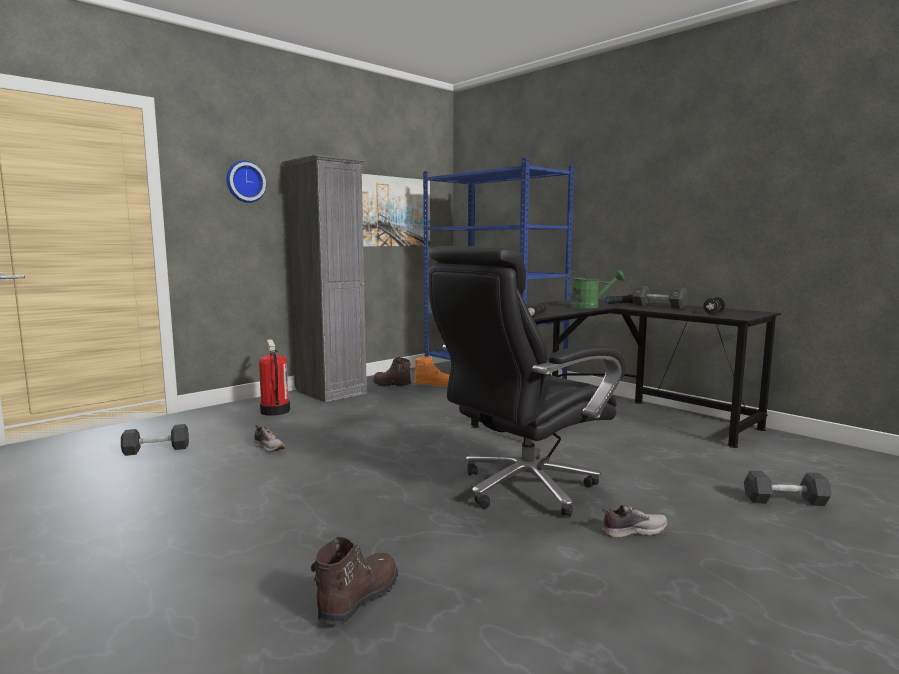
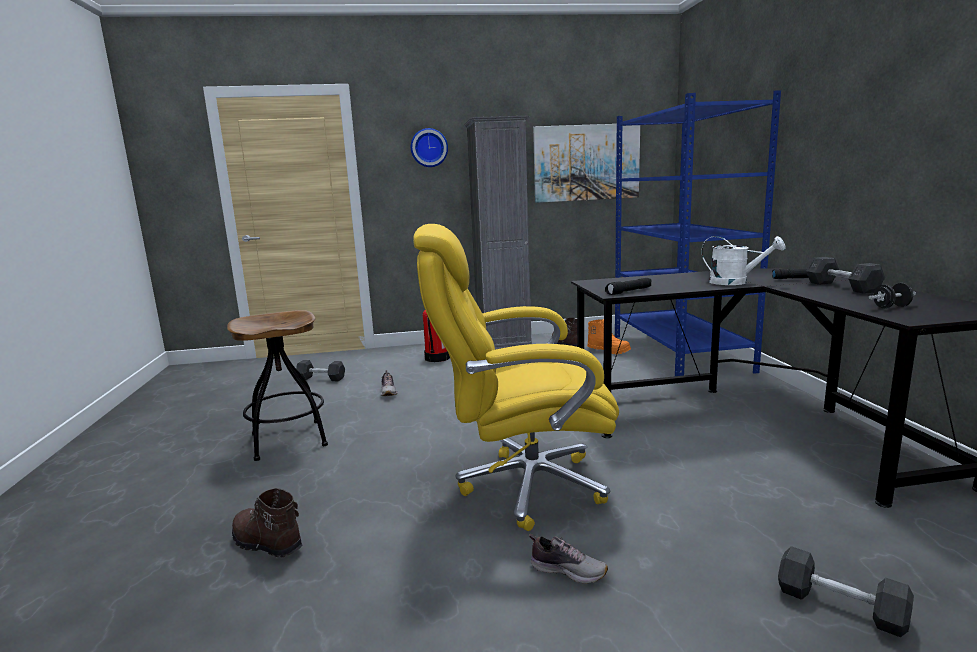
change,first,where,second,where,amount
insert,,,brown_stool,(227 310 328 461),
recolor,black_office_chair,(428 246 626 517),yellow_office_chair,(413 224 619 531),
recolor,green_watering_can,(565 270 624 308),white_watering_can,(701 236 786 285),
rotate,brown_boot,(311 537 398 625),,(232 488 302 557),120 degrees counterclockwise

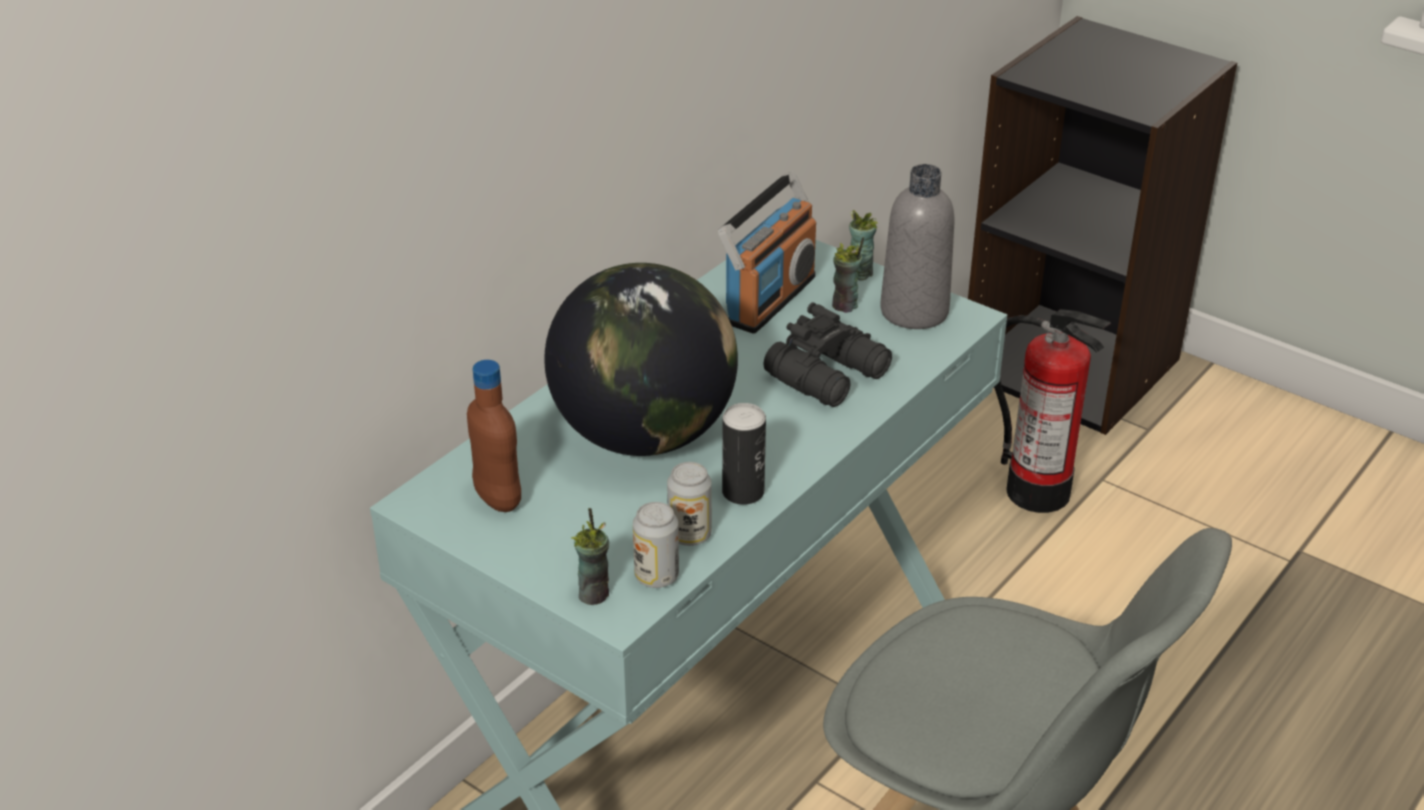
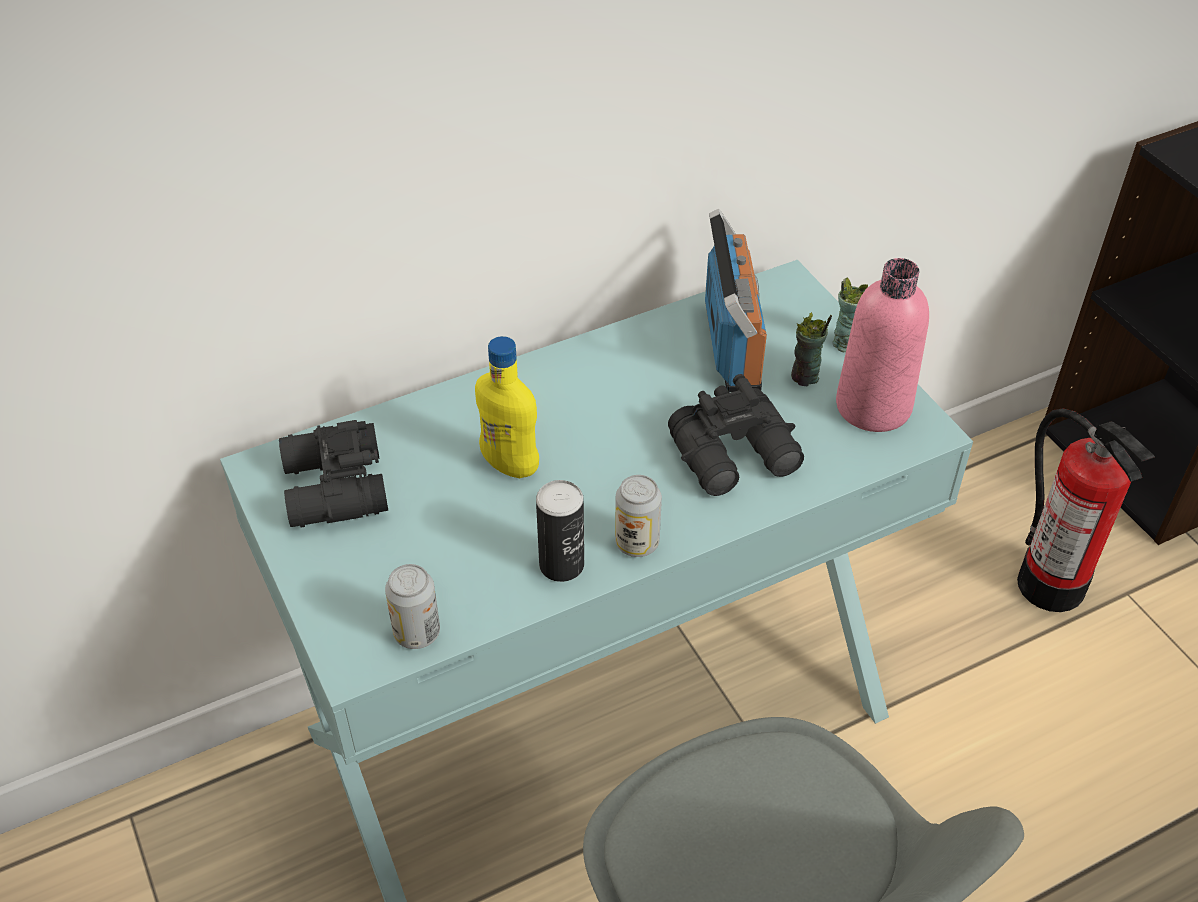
change,first,where,second,where,amount
delete,cup,(571 508 609 605),,,
move,can,(667 462 712 546),,(615 475 662 557),
replace,brown_bottle,(467 360 521 512),black_binoculars,(279 420 388 527),
replace,globe,(544 263 738 456),yellow_bottle,(475 336 539 478),
recolor,grey_bottle,(880 164 955 329),pink_bottle,(836 258 929 432),
rotate,radio,(718 172 816 334),,(705 209 767 392),60 degrees counterclockwise

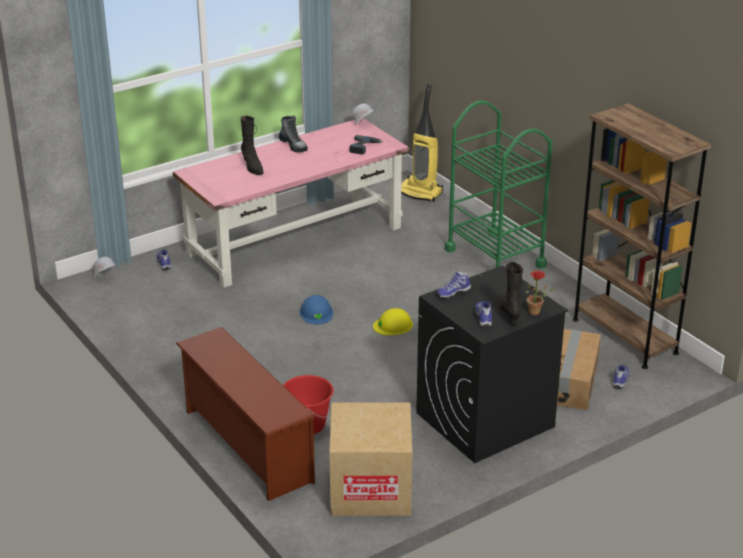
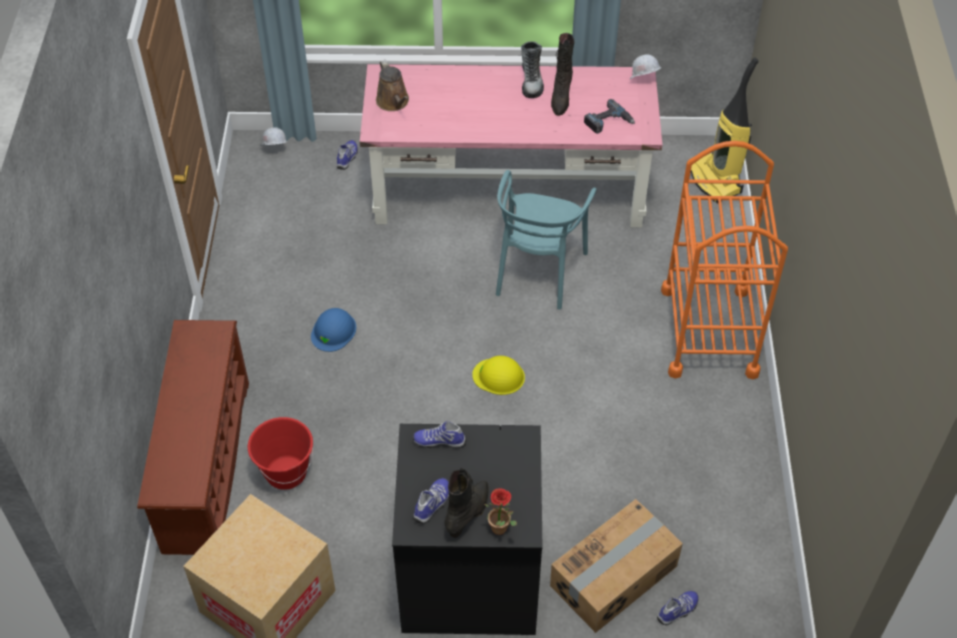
change,first,where,second,where,amount
delete,brown_bookcase,(573 103 711 369),,,
insert,,,brown_watering_can,(376 60 409 111),
insert,,,turquoise_chair,(496 170 597 310),
move,black_boot,(240 116 264 175),,(551 33 575 116),
move,blue_hard_hat,(299 295 333 324),,(311 308 356 352),
recolor,green_cart,(445 100 552 269),orange_cart,(661 141 788 379),

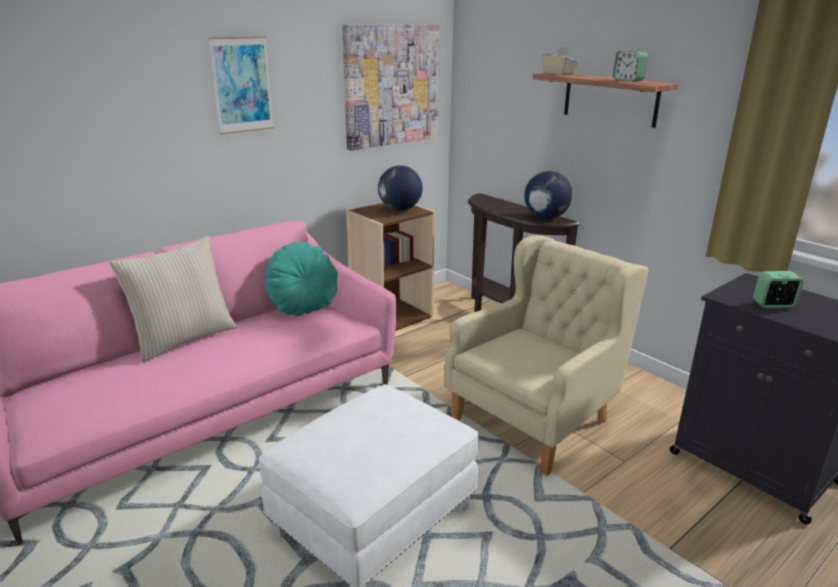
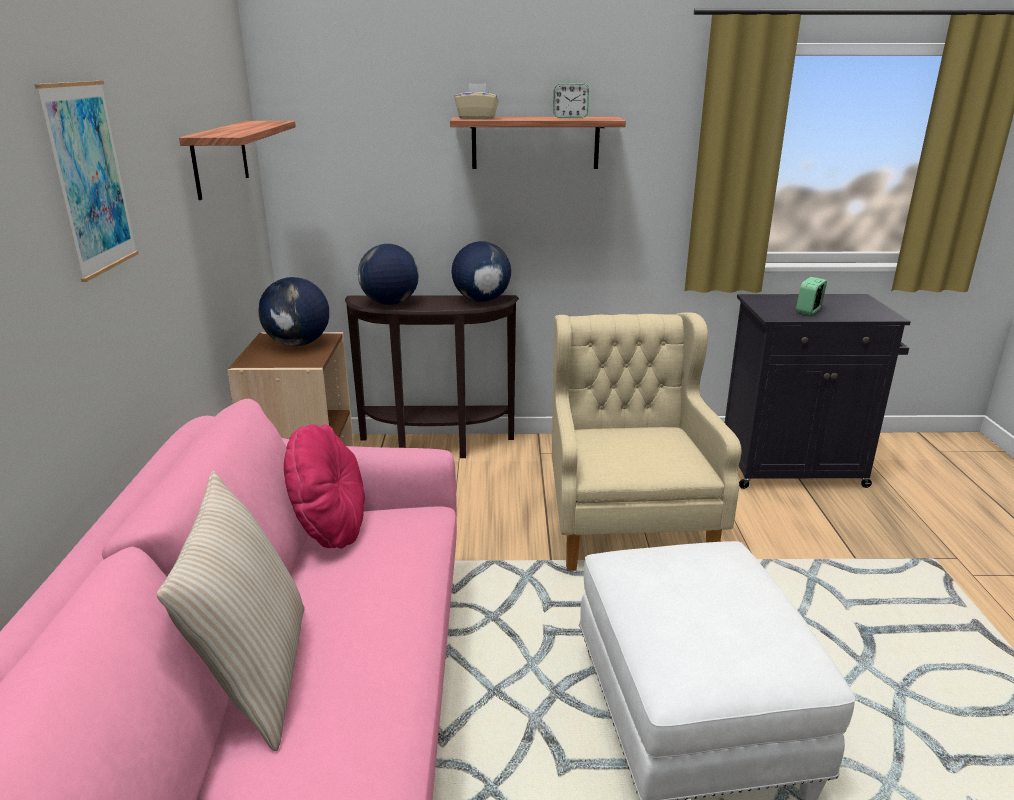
change,first,where,second,where,amount
insert,,,globe,(358 244 419 305),
replace,picture,(342 24 439 150),shelf,(179 121 296 200),
recolor,turquoise_pillow,(265 242 338 316),pink_pillow,(284 424 365 549),

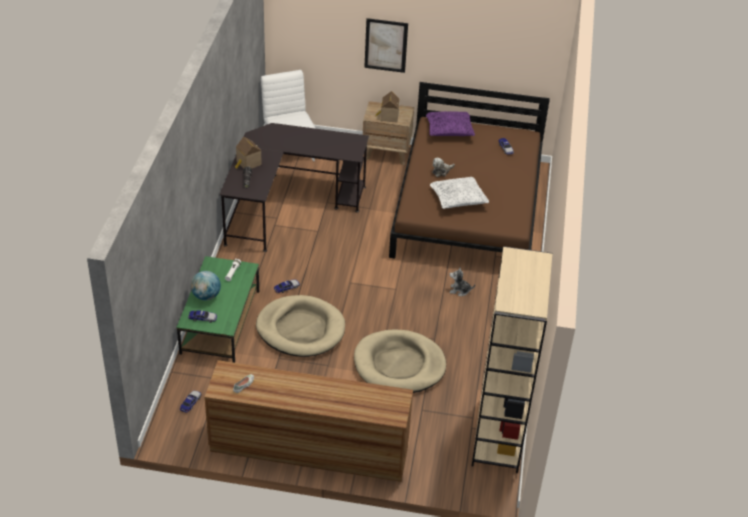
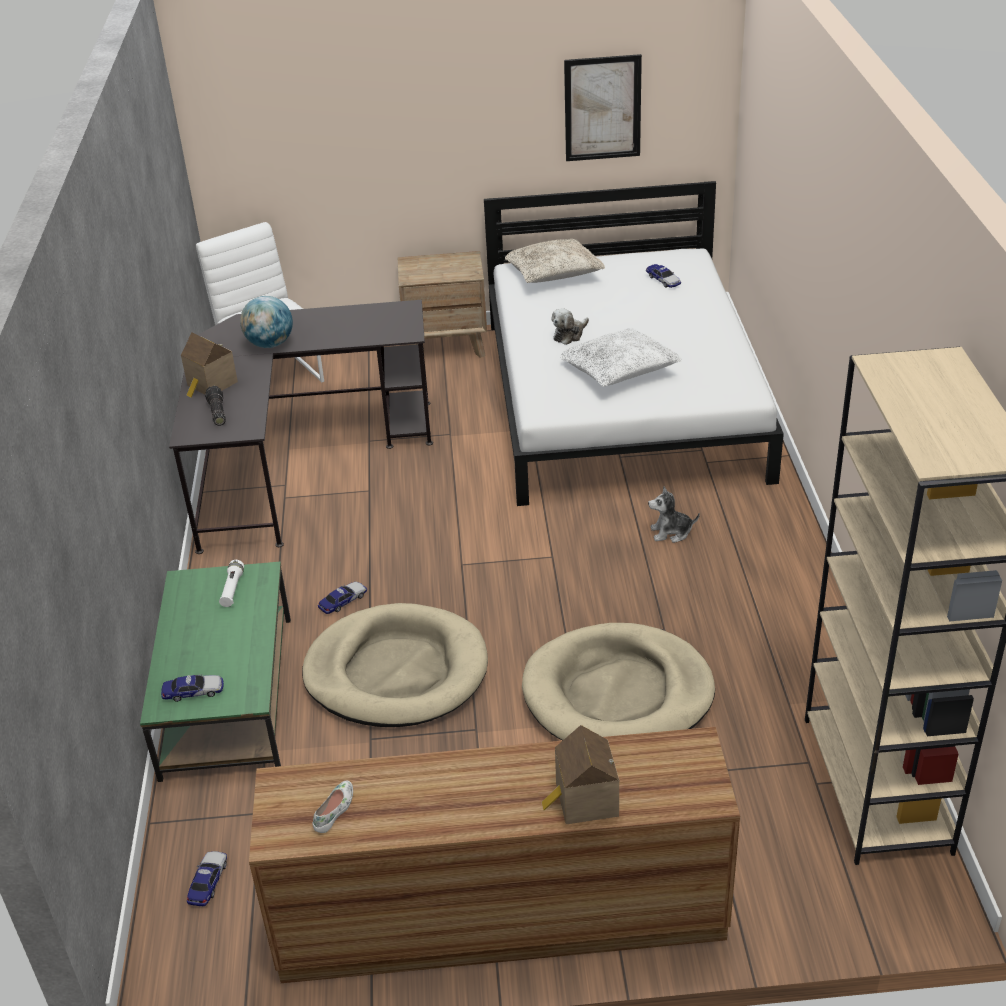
change,first,where,second,where,amount
move,globe,(191 271 221 301),,(240 296 293 348),
move,picture,(364 18 408 73),,(564 54 642 161),
move,toy_house,(375 91 400 122),,(542 725 619 824),
recolor,brown_bed,(389 82 550 259),white_bed,(484 181 784 506),
recolor,purple_pillow,(426 111 475 136),beige_pillow,(505 239 605 283),

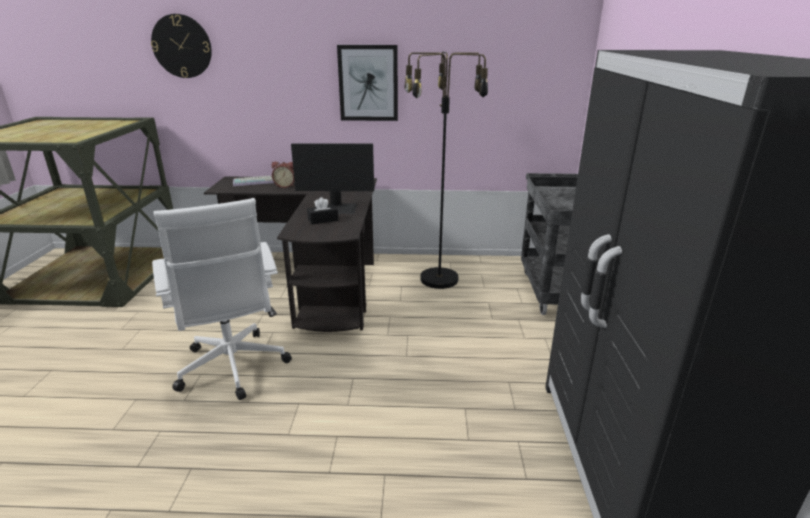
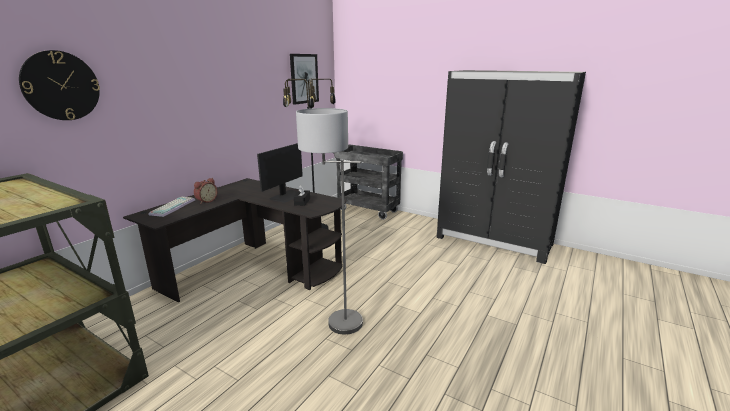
change,first,where,second,where,amount
move,picture,(337 45 398 121),,(290 54 319 105),
replace,white_office_chair,(152 198 292 400),grey_floor_lamp,(296 108 363 334),

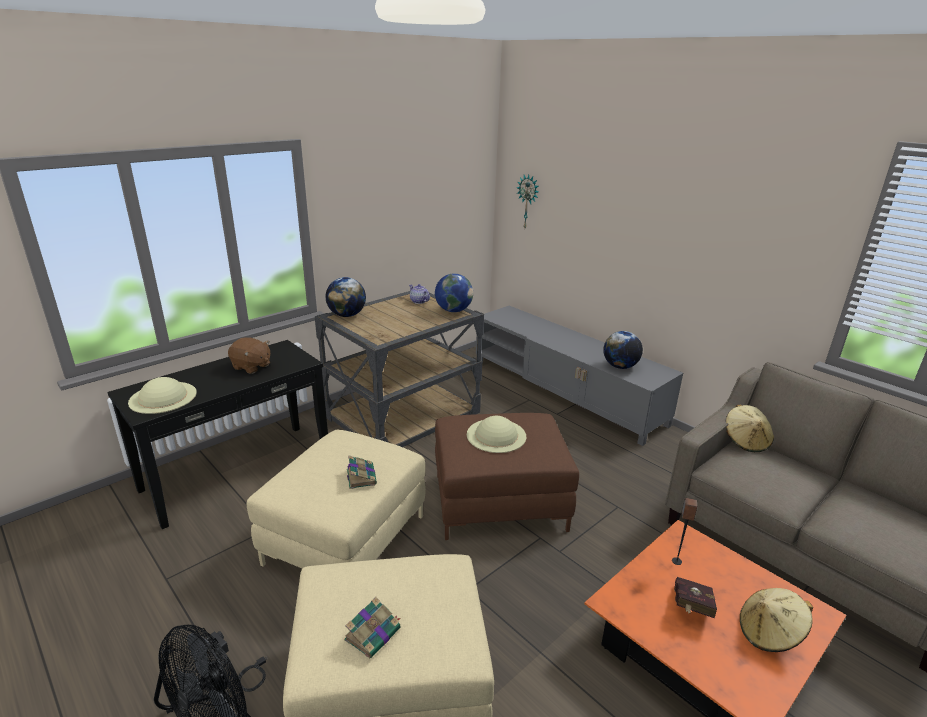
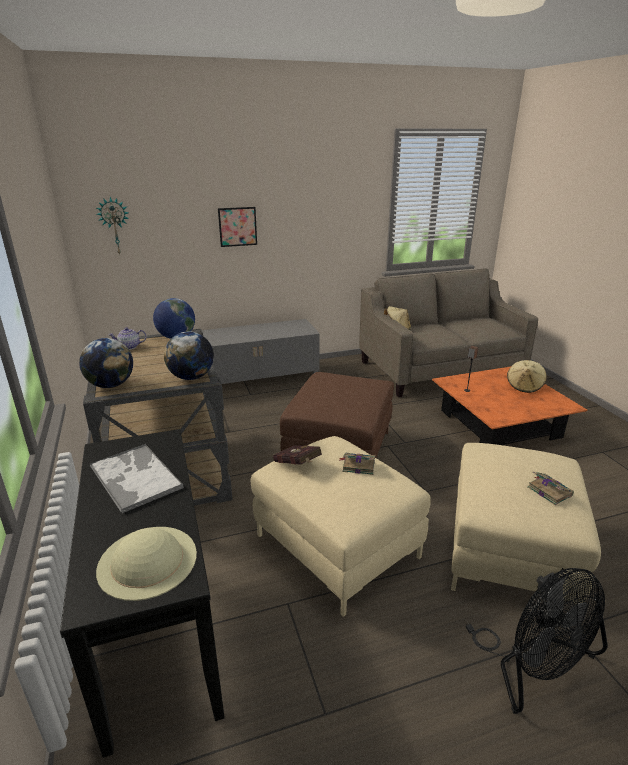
change,first,where,second,where,amount
delete,beige_hat,(467 416 526 453),,,
insert,,,picture,(218 207 257 247),
move,globe,(603 331 643 369),,(164 332 214 380),
move,red_book,(674 577 717 619),,(273 445 322 465),
replace,brown_plush_toy,(228 337 270 374),tray,(90 444 184 513),

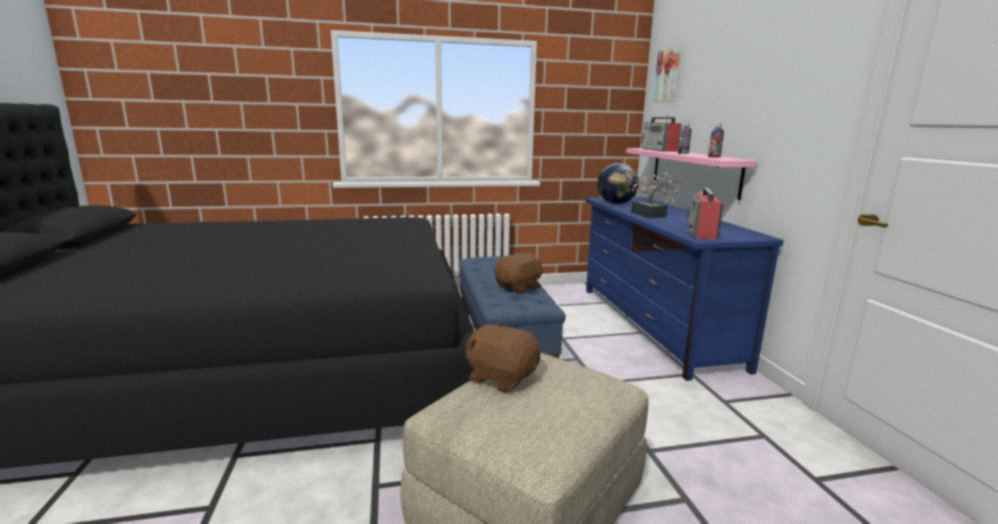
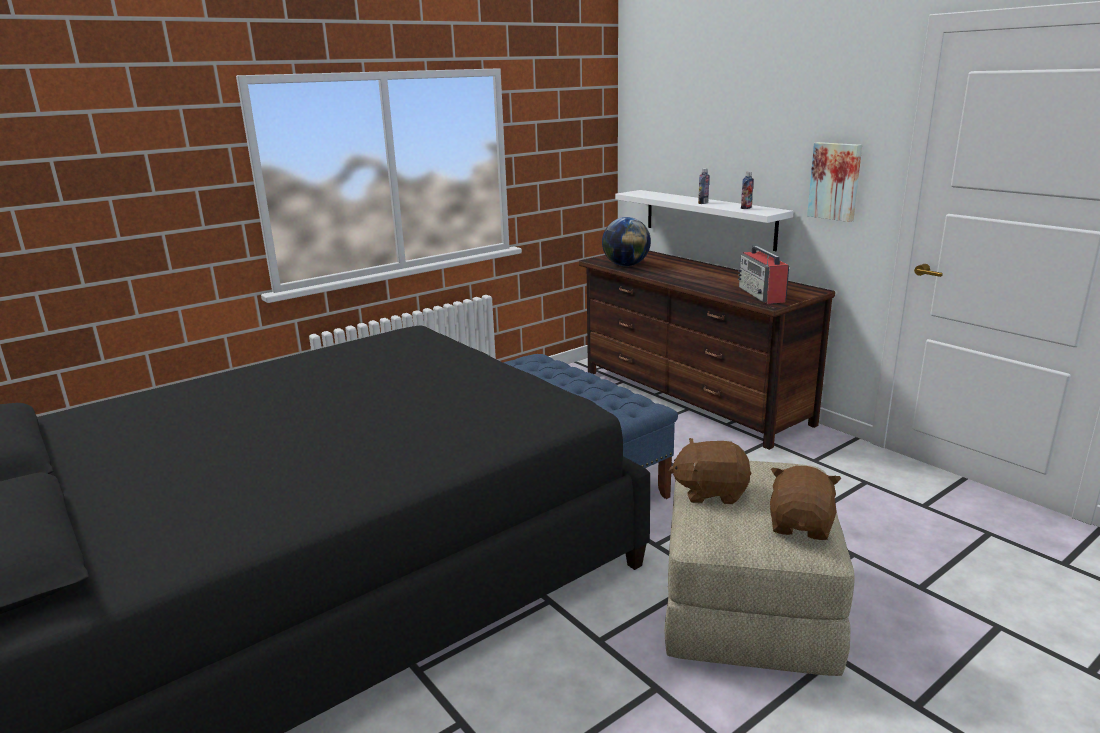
change,first,where,second,where,amount
delete,potted_plant,(627 173 681 218),,,
delete,radio,(641 115 682 152),,,
move,brown_plush_toy,(494 253 544 294),,(770 466 841 540),
move,picture,(653 45 681 102),,(807 142 862 222),
recolor,blue_dresser,(585 197 783 381),brown_dresser,(579 251 835 450),
recolor,pink_shelf,(626 148 757 200),white_shelf,(615 190 794 251),

